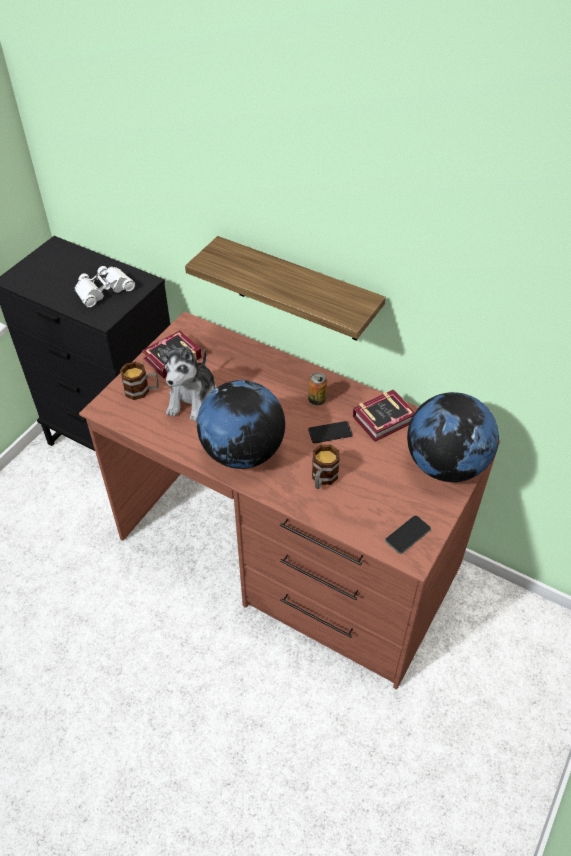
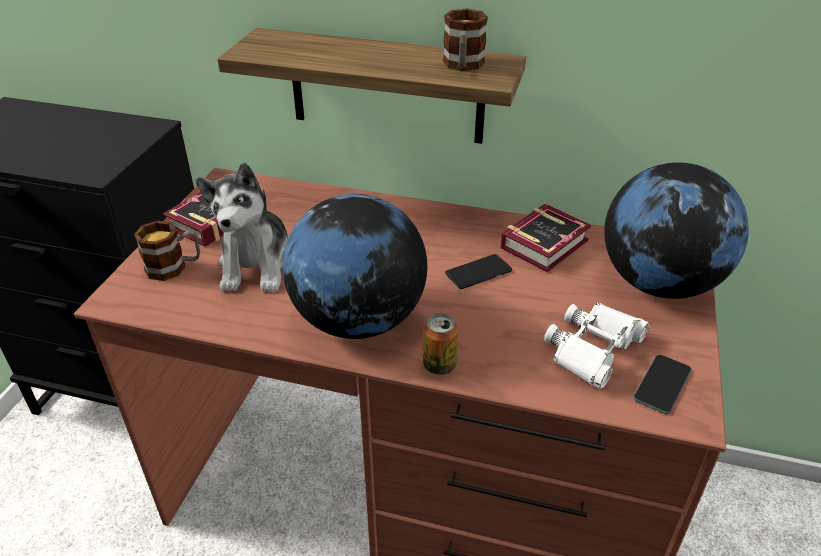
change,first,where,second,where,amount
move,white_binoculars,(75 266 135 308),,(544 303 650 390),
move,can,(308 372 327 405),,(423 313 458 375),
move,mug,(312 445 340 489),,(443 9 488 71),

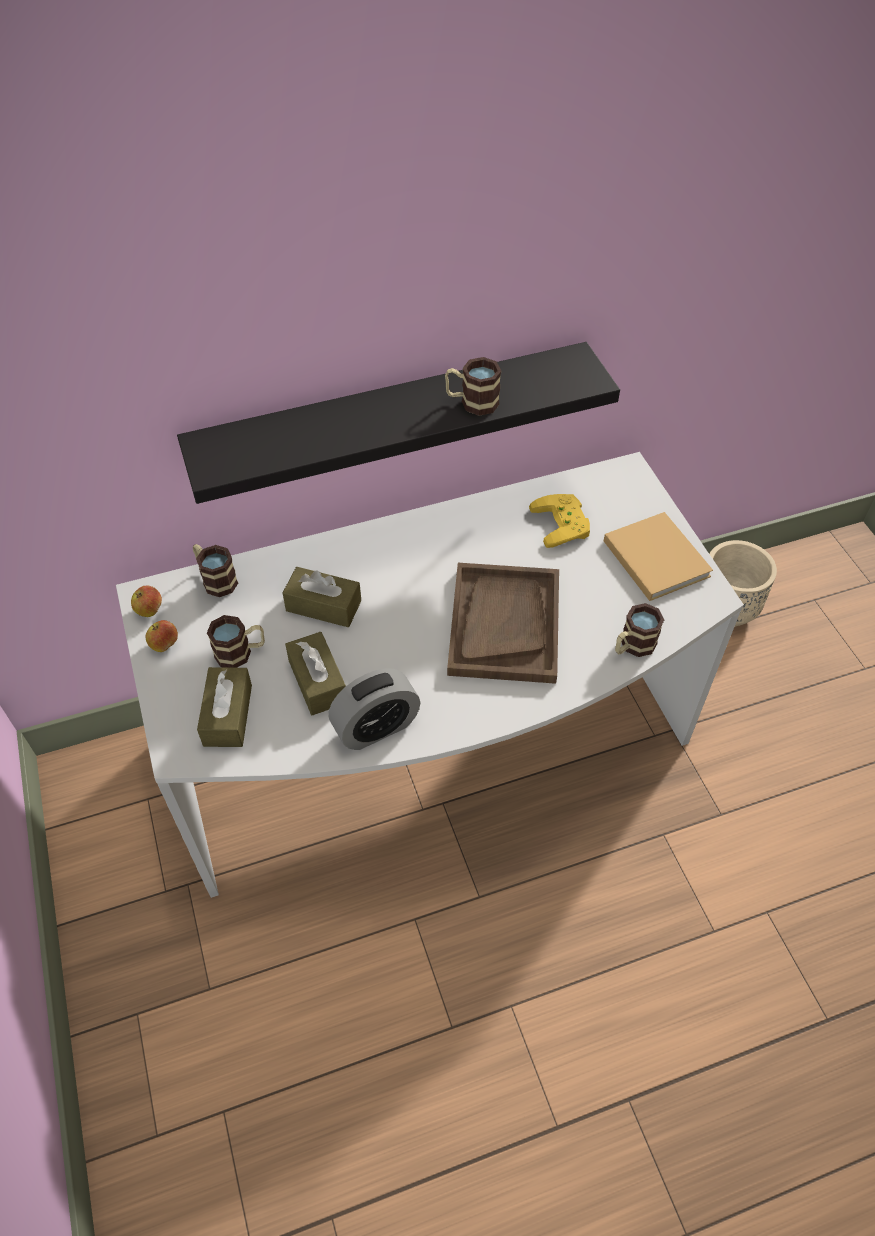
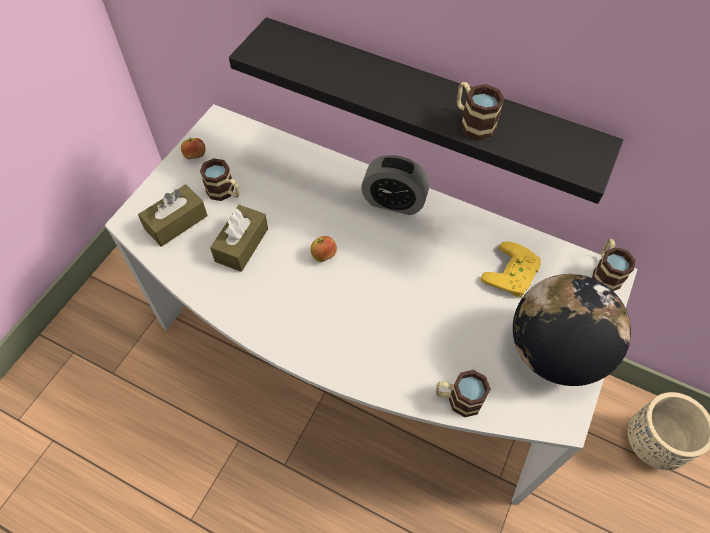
change,first,where,second,where,amount
delete,brown_tissue_box,(283 567 361 627),,,
delete,brown_tray,(447 563 559 684),,,
move,apple,(131 586 162 617),,(311 236 337 262),
move,mug,(193 544 238 597),,(592 239 636 291),
move,alarm_clock,(329 668 420 750),,(361 155 430 215),
replace,beige_book,(604 512 713 601),globe,(513 274 631 386),

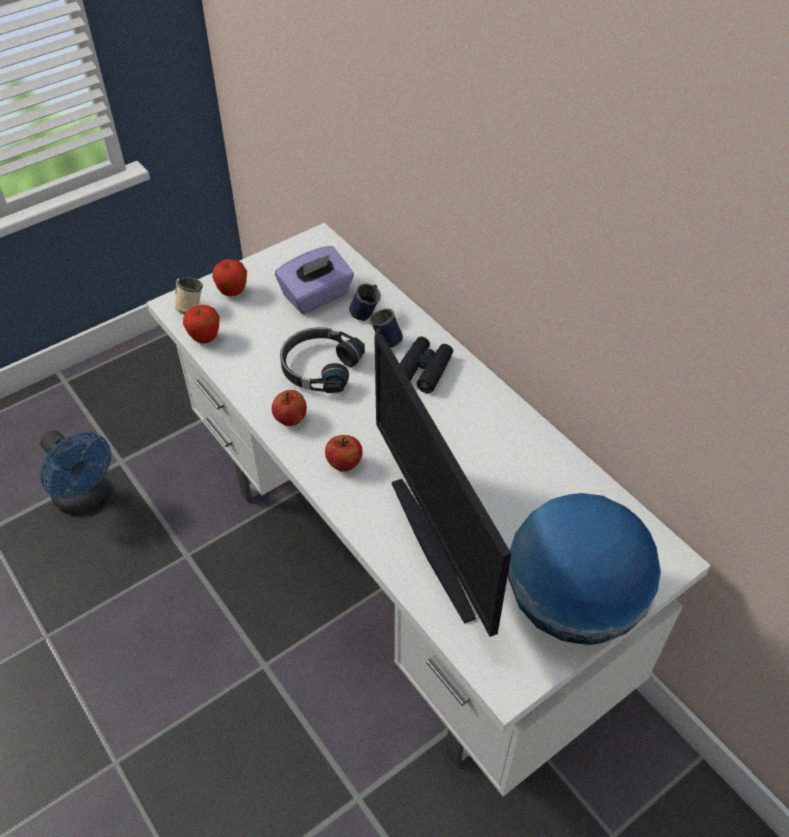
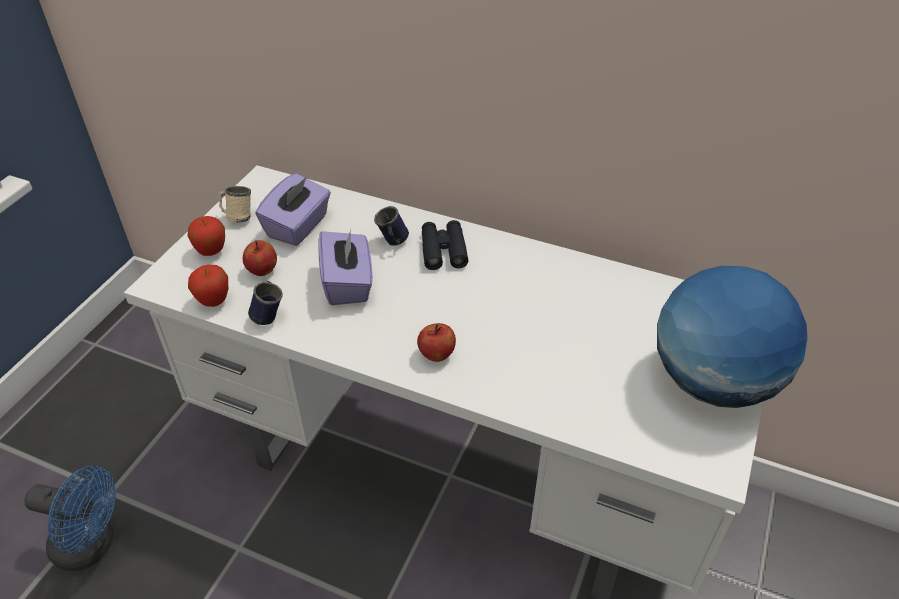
change,first,where,second,where,amount
delete,monitor,(374 334 511 637),,,
move,beige_mug,(175 277 203 314),,(219 186 251 222),
move,apple,(272 390 307 426),,(243 240 277 276),
move,blue_mug,(349 284 381 321),,(248 281 283 325),
replace,black_headphones,(280 327 365 393),purple_tissue_box,(318 230 372 305),

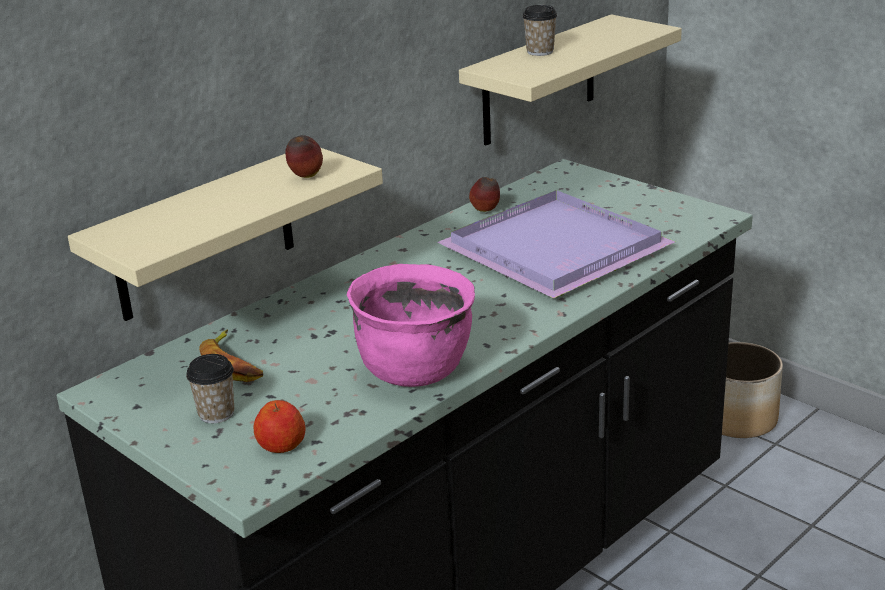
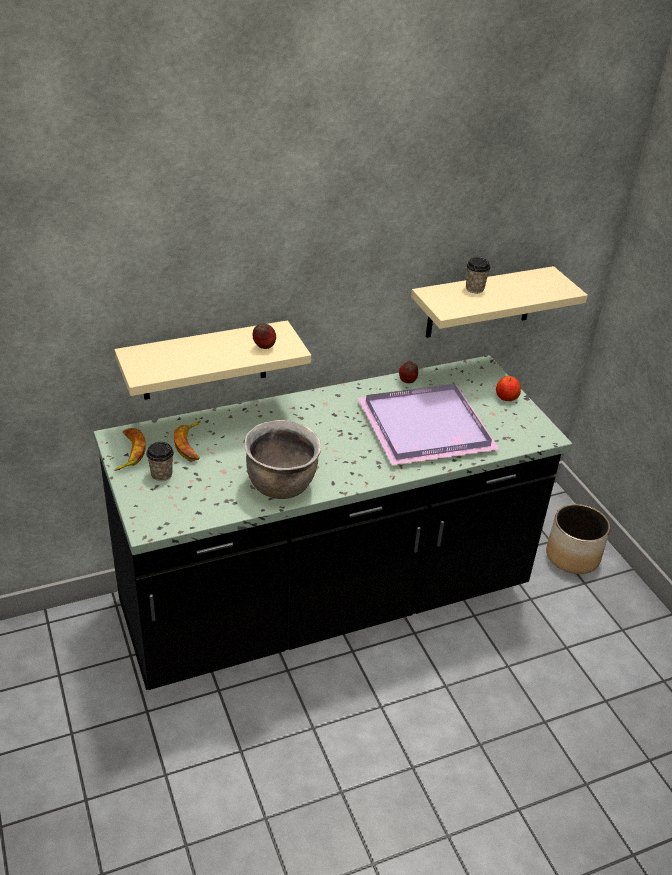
change,first,where,second,where,amount
insert,,,banana,(114 428 145 471),
move,apple,(254 400 306 453),,(496 376 521 401),
recolor,pink_cooking_pot,(347 264 475 387),brown_cooking_pot,(244 420 321 499),

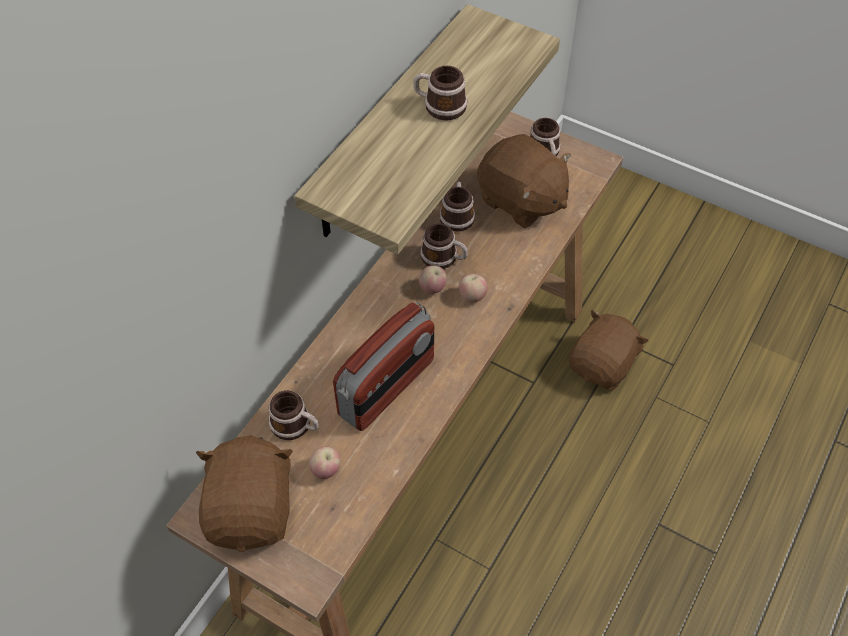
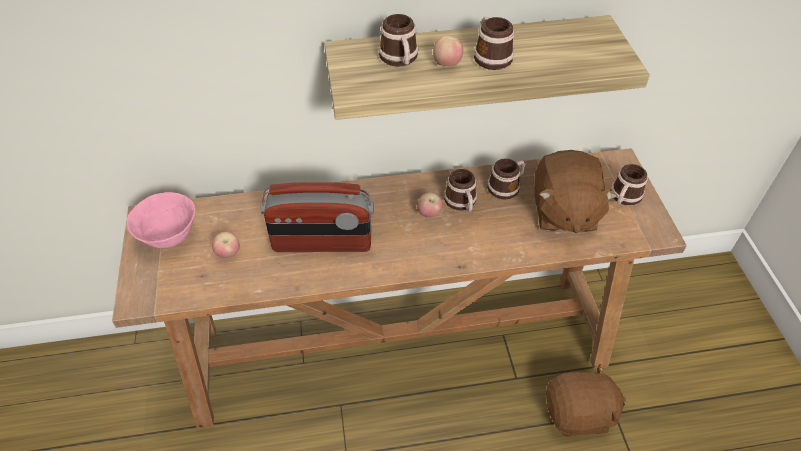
change,first,where,second,where,amount
move,mug,(268 390 319 440),,(379 14 418 67),
move,apple,(459 274 488 303),,(433 36 463 66),
replace,brown_plush_toy,(196 435 293 552),pink_bowl,(126 192 195 248),

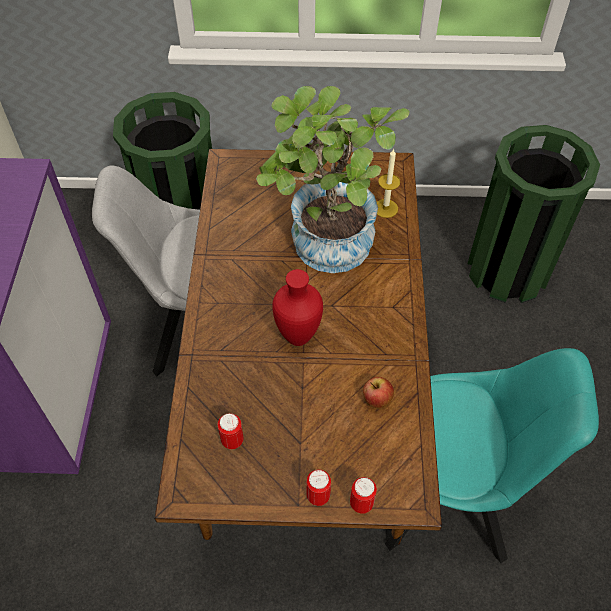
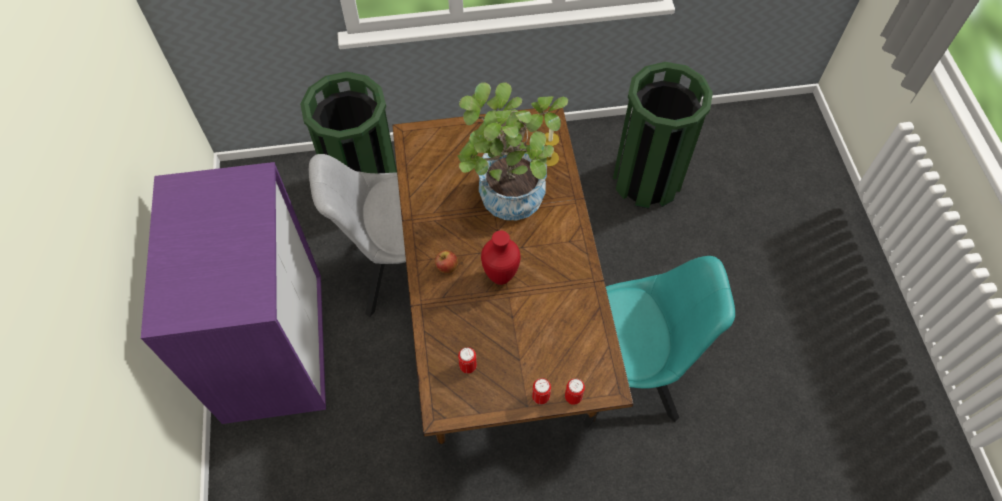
change,first,where,second,where,amount
move,apple,(363 377 394 408),,(435 250 458 273),

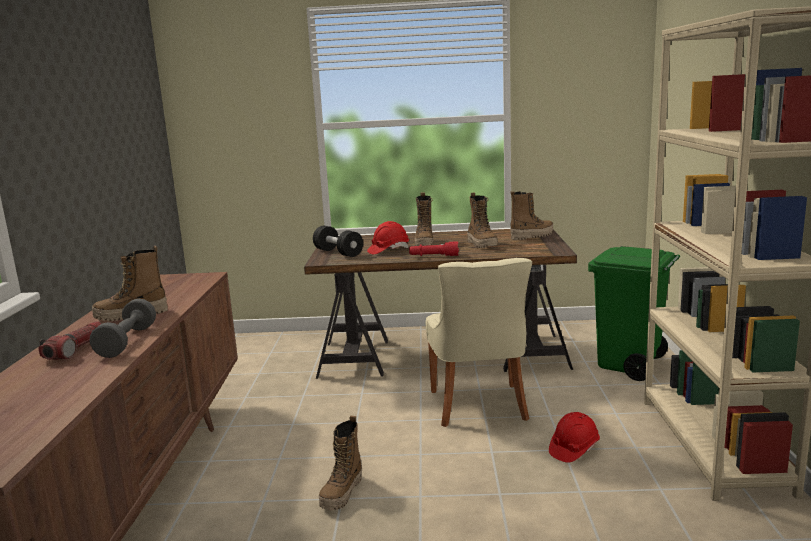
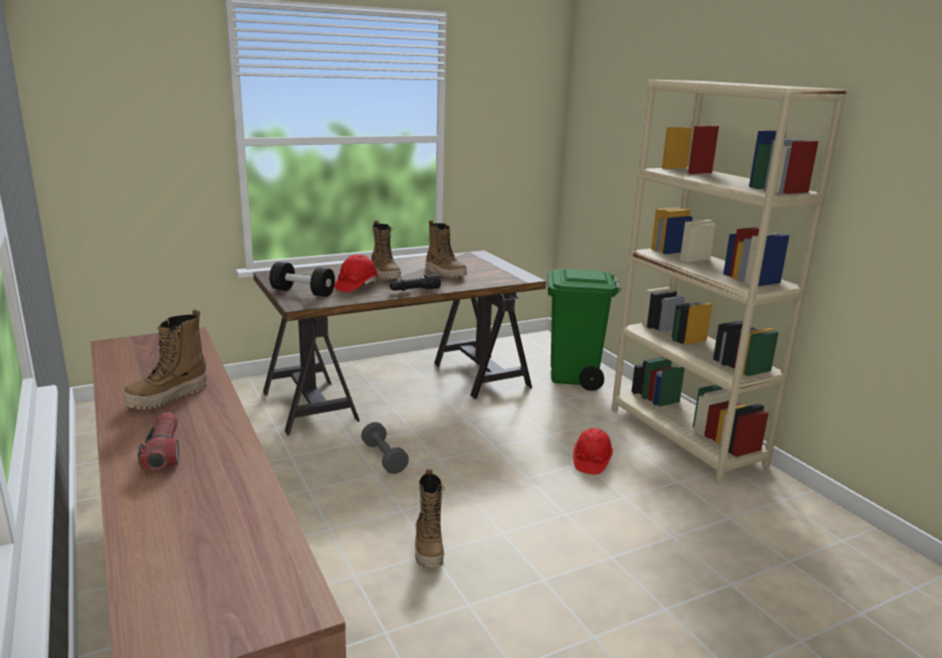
change,first,where,second,where,amount
delete,beige_chair,(426 258 532 427),,,
delete,boot,(510 191 553 240),,,
move,grey_dumbbell,(90 298 156 358),,(361 422 409 474),
recolor,red_flashlight,(409 241 459 256),black_flashlight,(390 274 441 291),

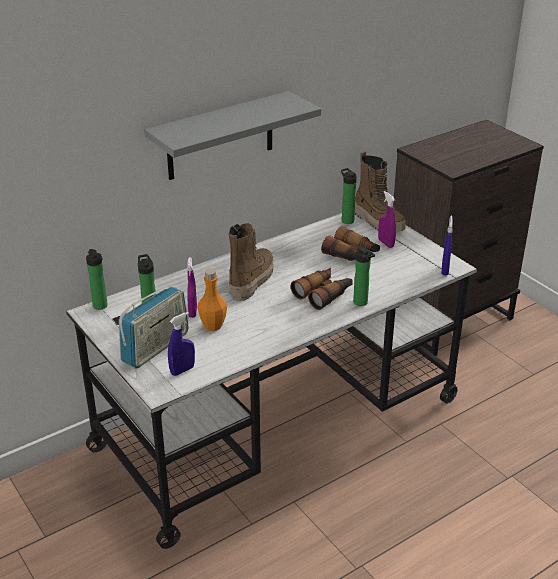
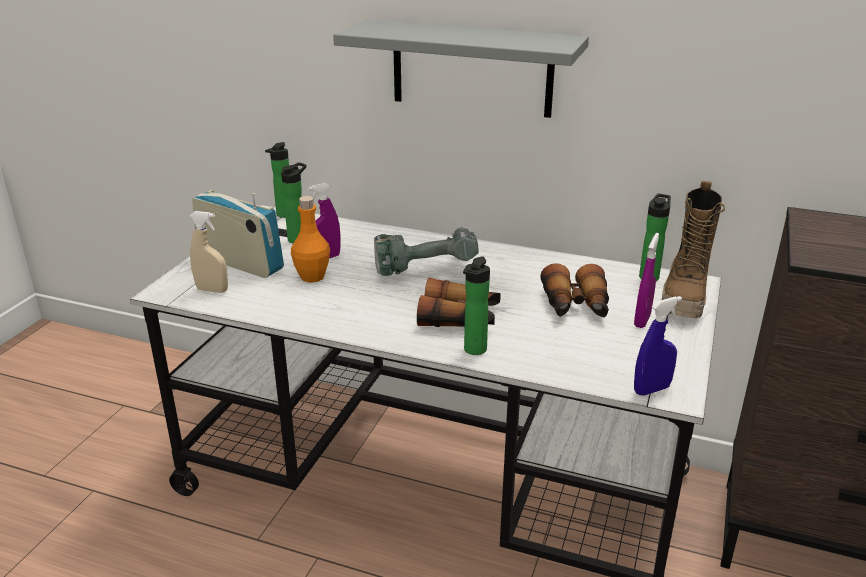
change,first,where,second,where,amount
replace,boot,(229 224 273 301),power_drill,(374 227 479 276),
recolor,blue_spray_bottle,(168 312 195 376),beige_spray_bottle,(189 211 228 293),
rotate,radio,(119 286 189 369),,(192 190 284 278),150 degrees counterclockwise

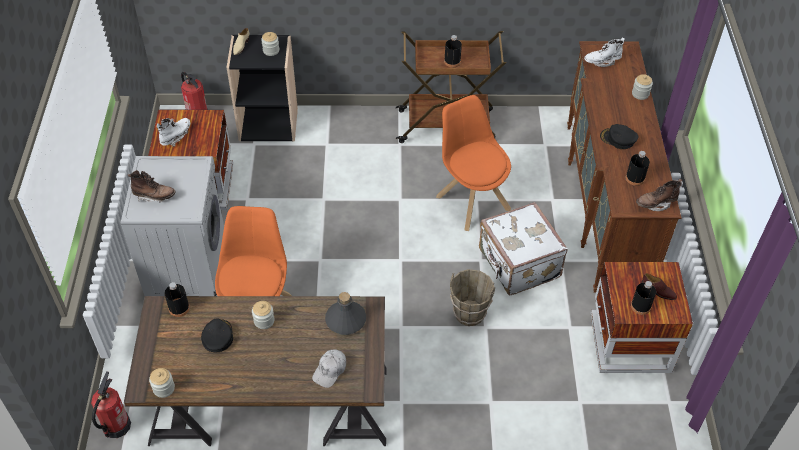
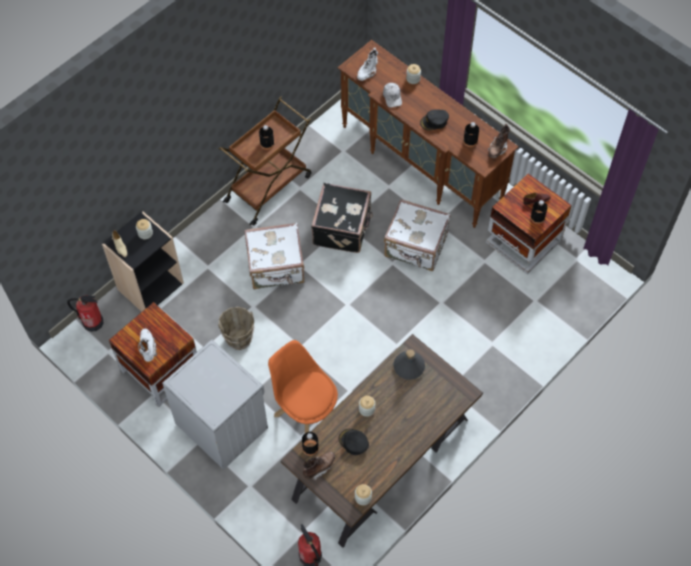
change,first,where,second,where,amount
insert,,,white_suitcase,(244 223 304 289),
move,brown_boot,(128 170 176 203),,(303 452 335 481),
move,white_cap,(312 349 346 388),,(383 83 402 108),
move,brown_bucket,(450 269 495 326),,(218 307 255 350),
replace,orange_chair,(436 95 511 231),black_suitcase,(311 183 373 253),

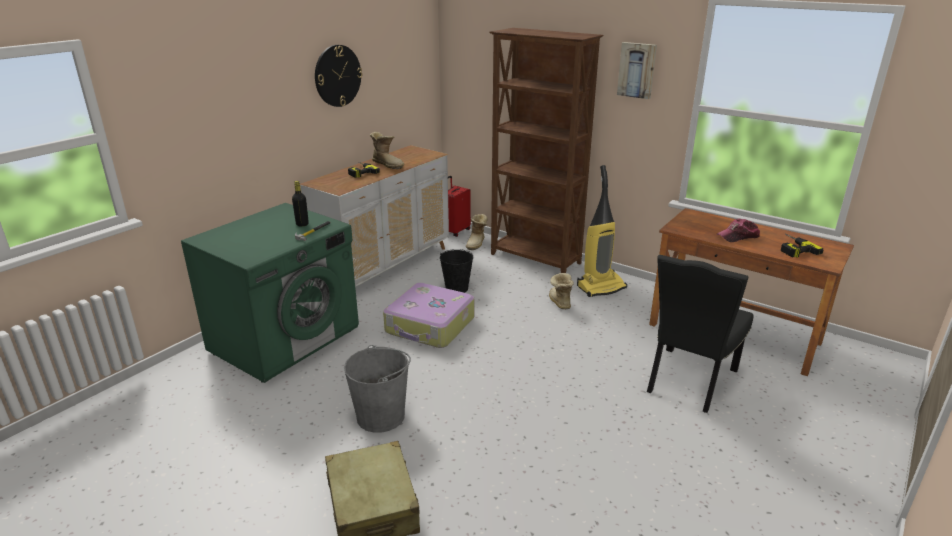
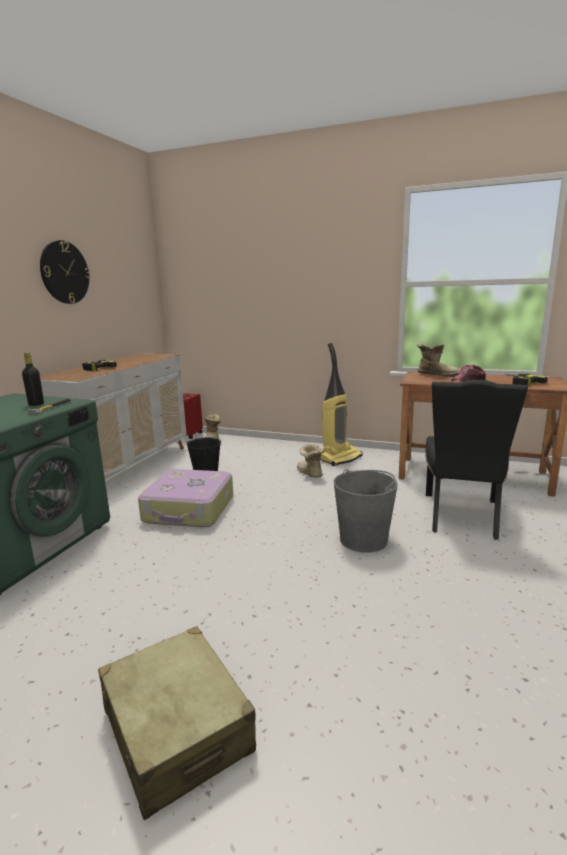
change,first,where,second,where,amount
delete,brown_bookcase,(489 28 604 273),,,
delete,picture,(617 42 657 99),,,
move,grey_bucket,(344 345 411 433),,(333 469 398 552),
move,boot,(370 132 404 169),,(417 343 460 377),

